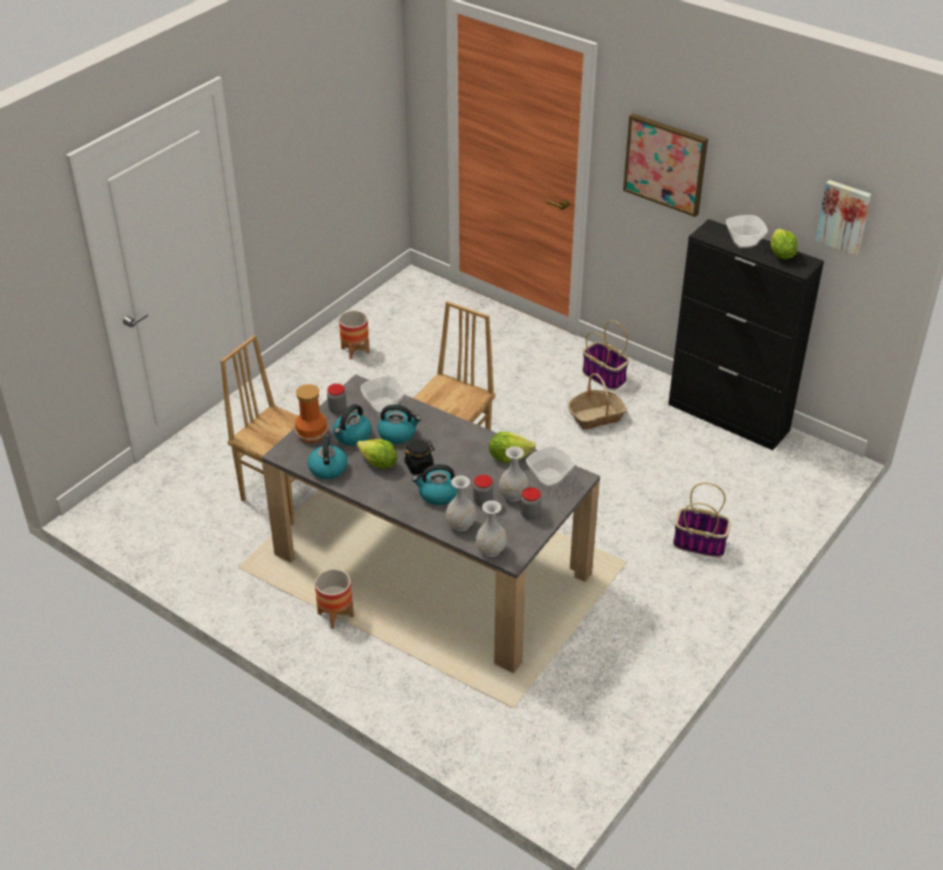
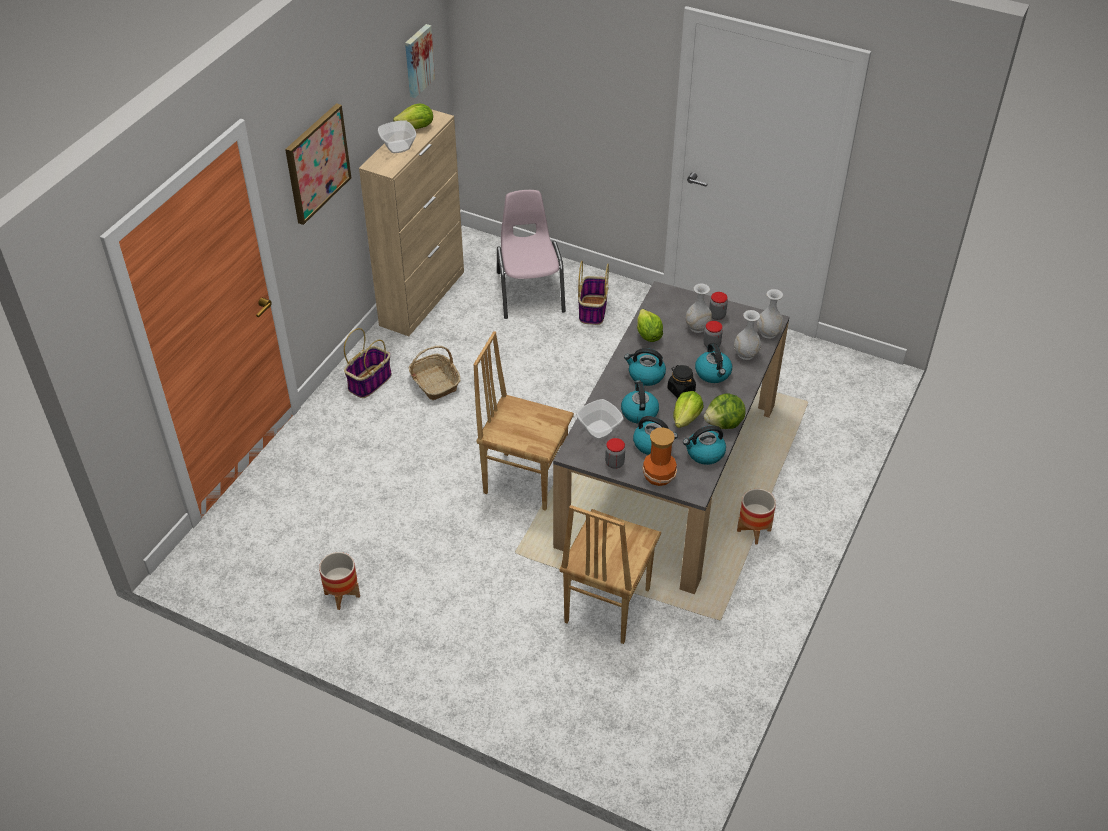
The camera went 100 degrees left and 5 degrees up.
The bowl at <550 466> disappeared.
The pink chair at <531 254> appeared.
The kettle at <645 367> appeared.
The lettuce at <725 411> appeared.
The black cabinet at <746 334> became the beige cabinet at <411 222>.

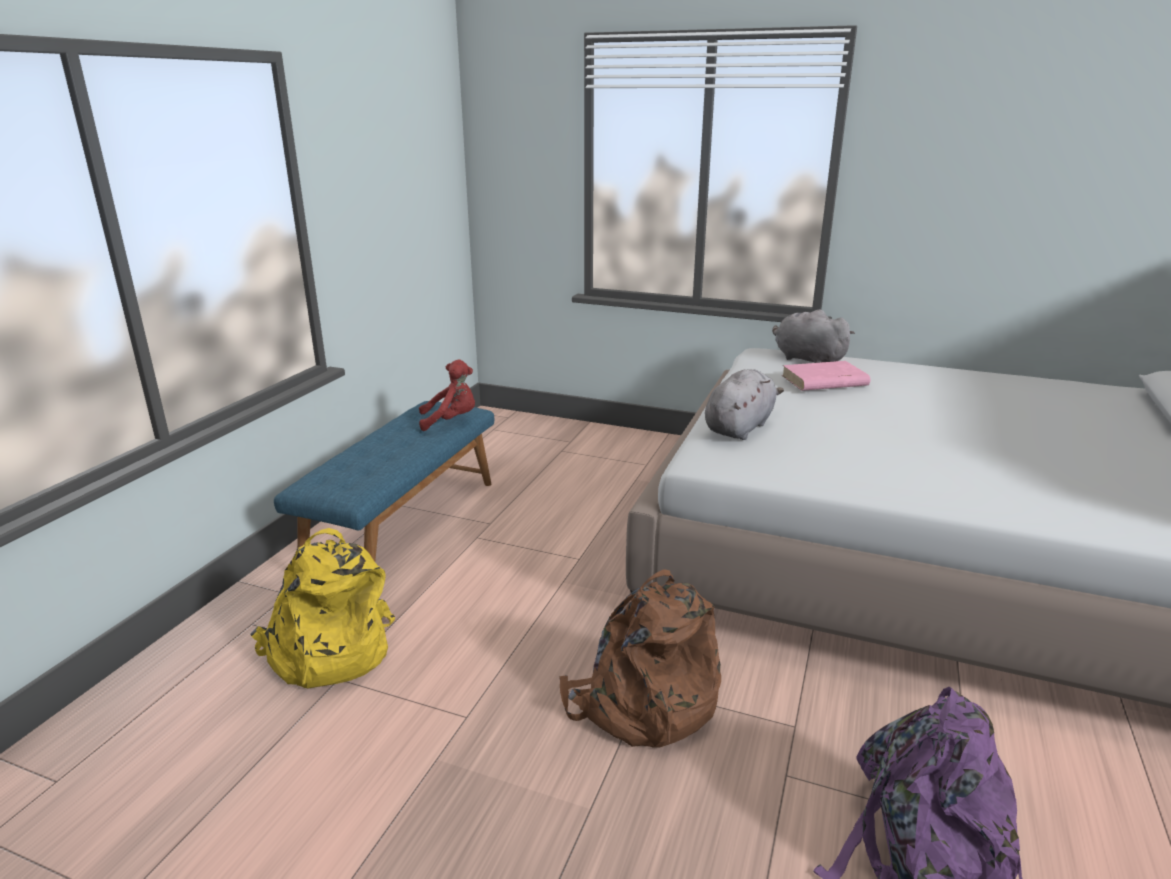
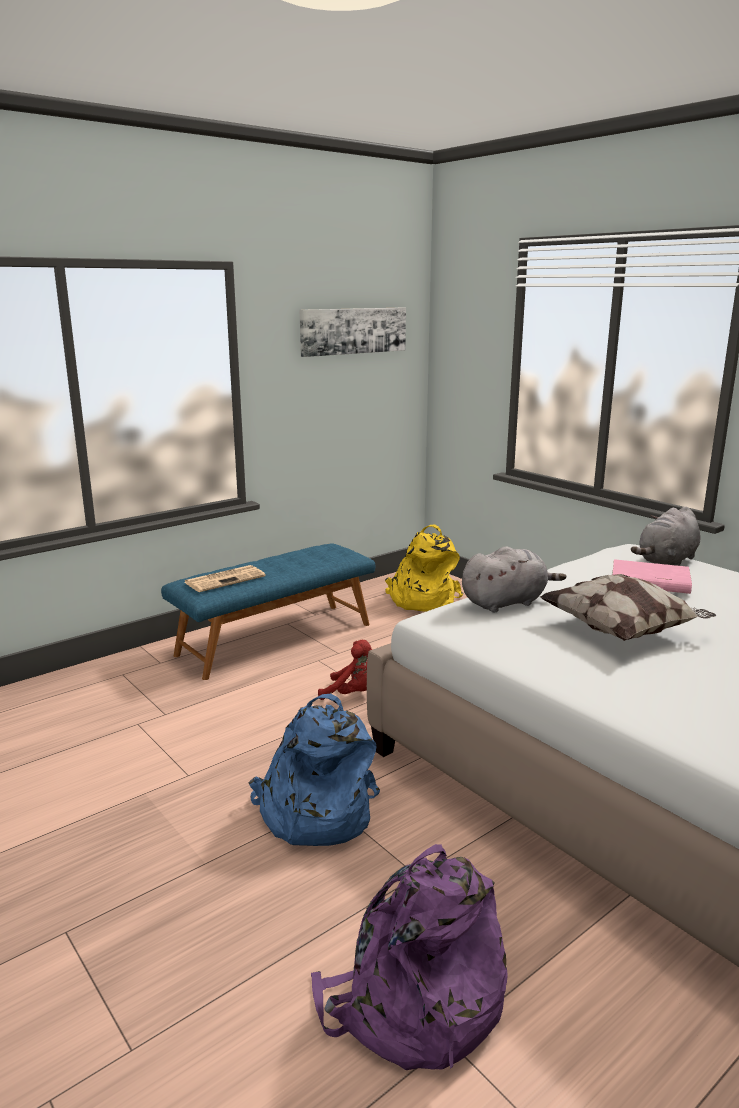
The camera went 30 degrees right and 5 degrees down.
The newspaper at <225 578> appeared.
The picture at <353 332> appeared.
The pillow at <628 607> appeared.
The yellow backpack moved from <322 608> to <424 568>.
The red plush toy moved from <447 395> to <345 670>.
The brown backpack at <640 658> became the blue backpack at <314 770>.
The grey plush toy at <813 336> turned 120 degrees counterclockwise.

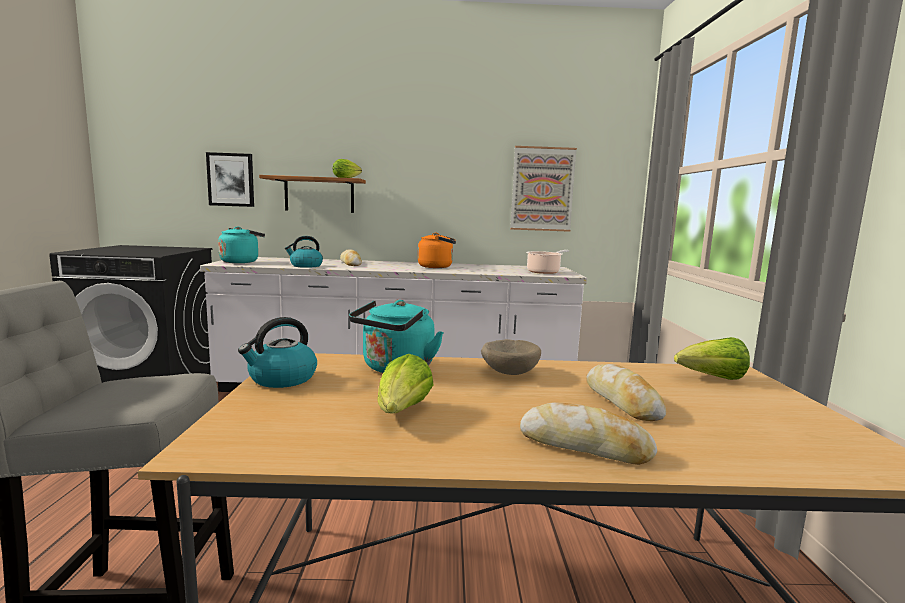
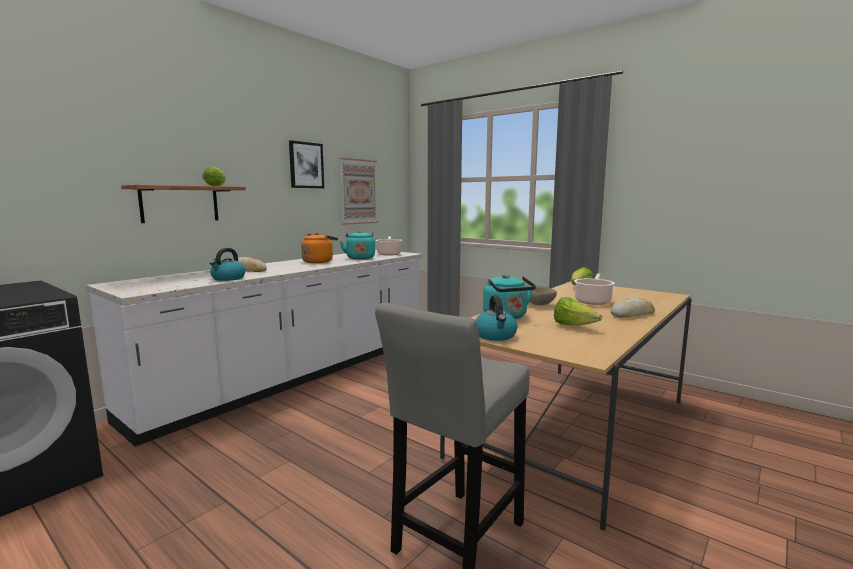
The camera went 50 degrees left and 0 degrees up.
The picture moved from <230 179> to <306 164>.
The turquoise kettle moved from <241 245> to <357 245>.
The bread at <626 392> was replaced by the cooking pot at <594 289>.

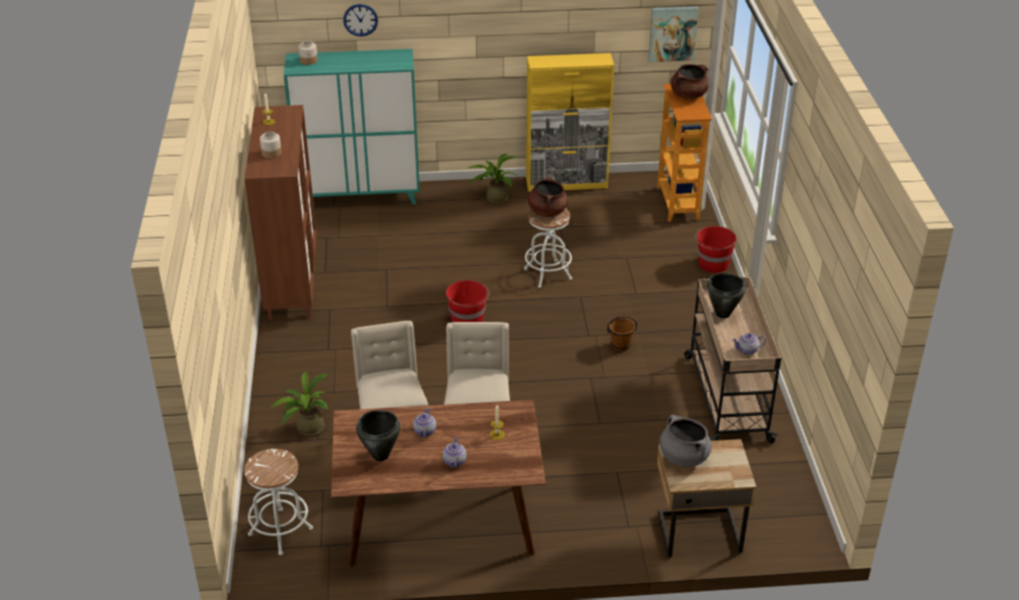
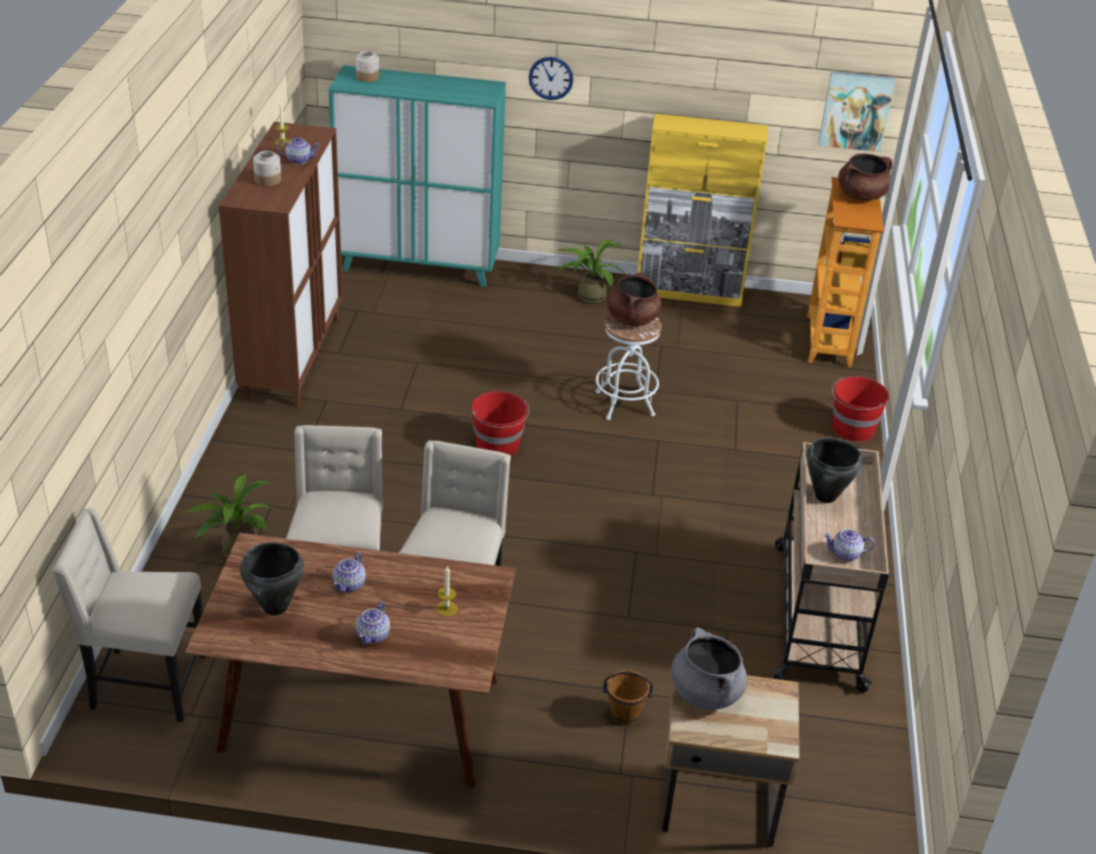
The camera went 10 degrees right and 0 degrees up.
The teapot at <298 150> appeared.
The wall clock moved from <360 20> to <551 78>.
The brown bucket moved from <622 333> to <628 697>.
The white stool at <278 502> was replaced by the beige chair at <129 615>.

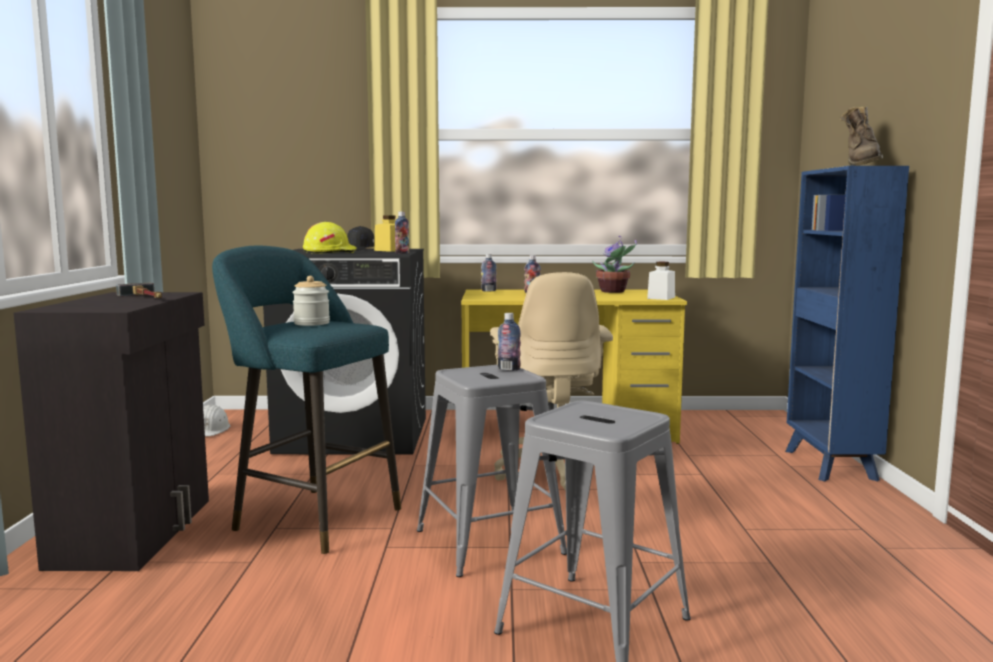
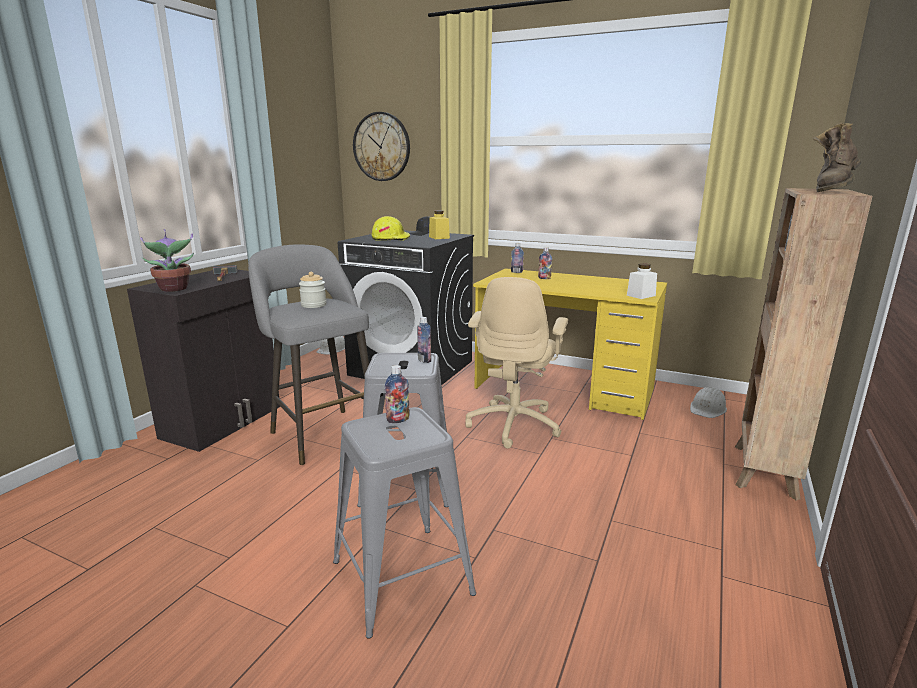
The camera went 25 degrees right and 10 degrees up.
The wall clock at <381 146> appeared.
The white hard hat at <708 402> appeared.
The bottle moved from <402 233> to <397 394>.
The potted plant moved from <614 264> to <167 260>.
The turquoise stool at <306 400> became the grey stool at <308 355>.
The blue bookcase at <847 323> became the brown bookcase at <804 344>.

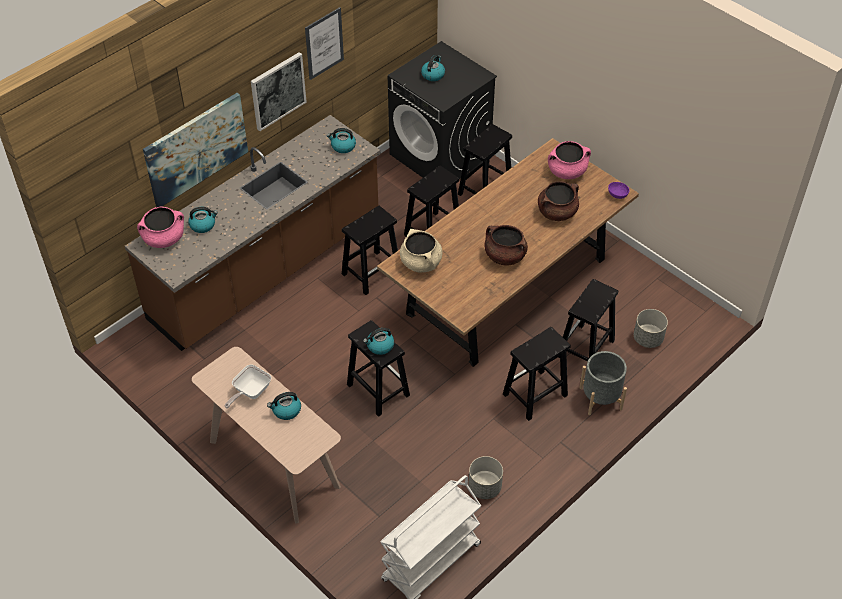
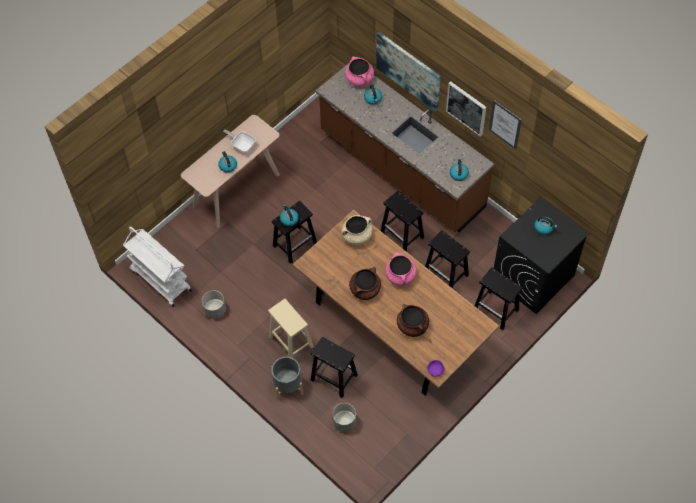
The camera went 90 degrees right and 10 degrees up.
The pink cooking pot moved from <569 160> to <401 269>.
The black stool at <537 374> became the beige stool at <291 328>.

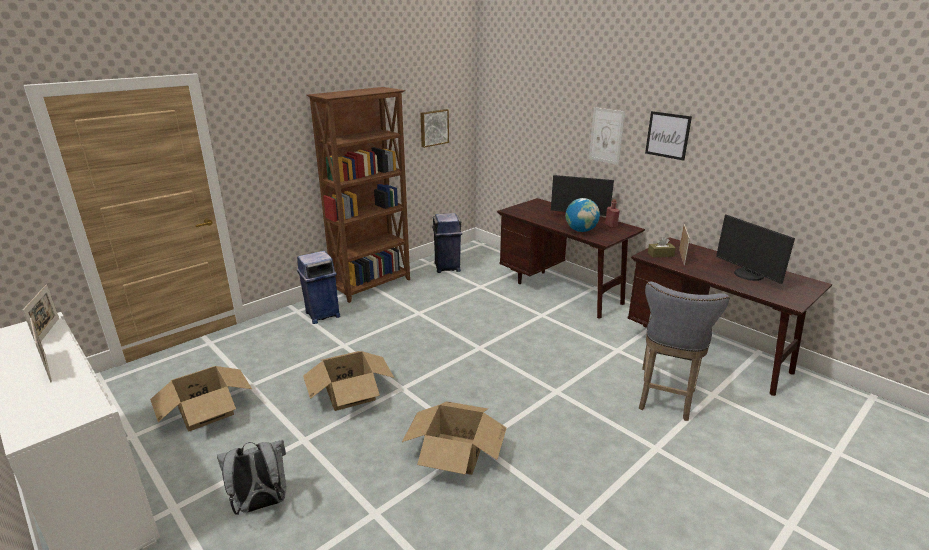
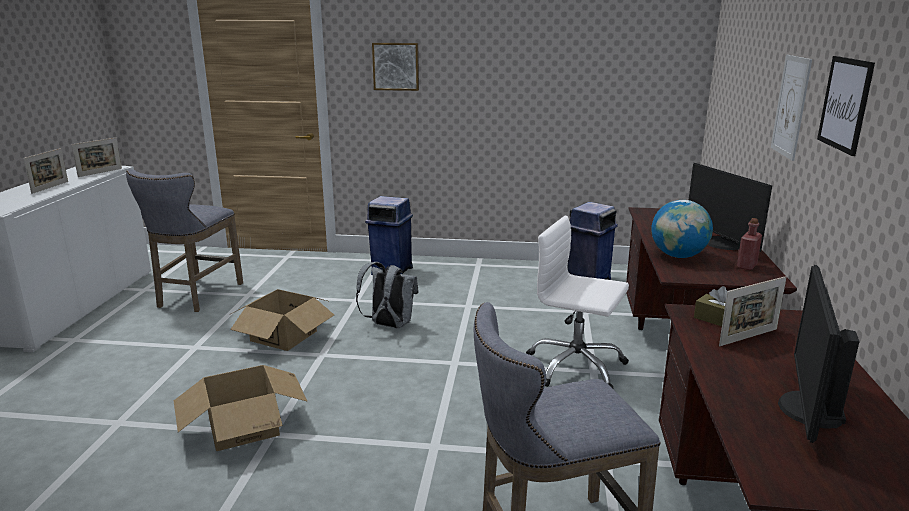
The camera went 50 degrees right and 5 degrees down.
The brown bookcase at <358 195> disappeared.
The white office chair at <577 302> appeared.
The grey backpack moved from <251 477> to <387 295>.
The picture moved from <434 128> to <395 67>.
The cardboard box at <201 398> was replaced by the grey stool at <184 240>.

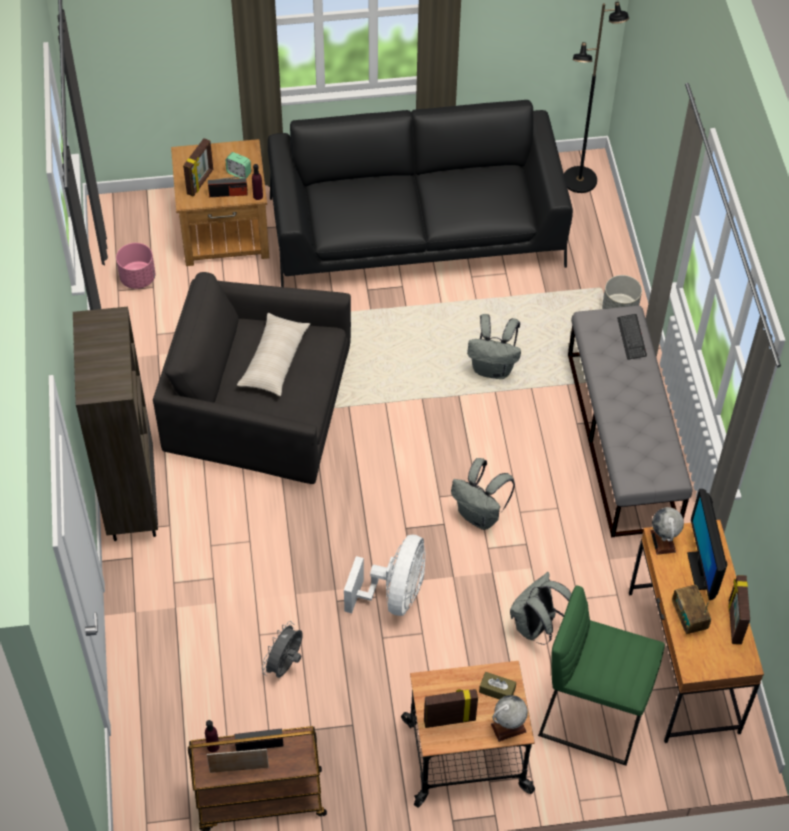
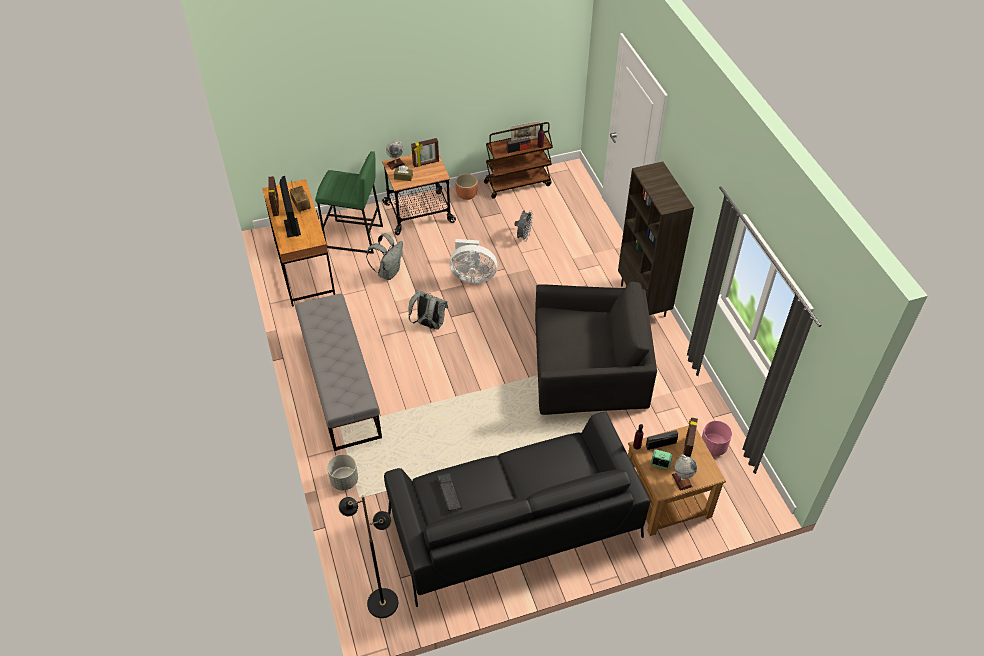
The camera went 170 degrees right and 5 degrees down.
The beige pillow at <273 354> disappeared.
The grey backpack at <494 346> disappeared.
The brown planter at <466 187> appeared.
The keyboard moved from <632 337> to <450 492>.
The globe moved from <667 531> to <684 472>.
The white fan at <384 575> turned 90 degrees counterclockwise.

